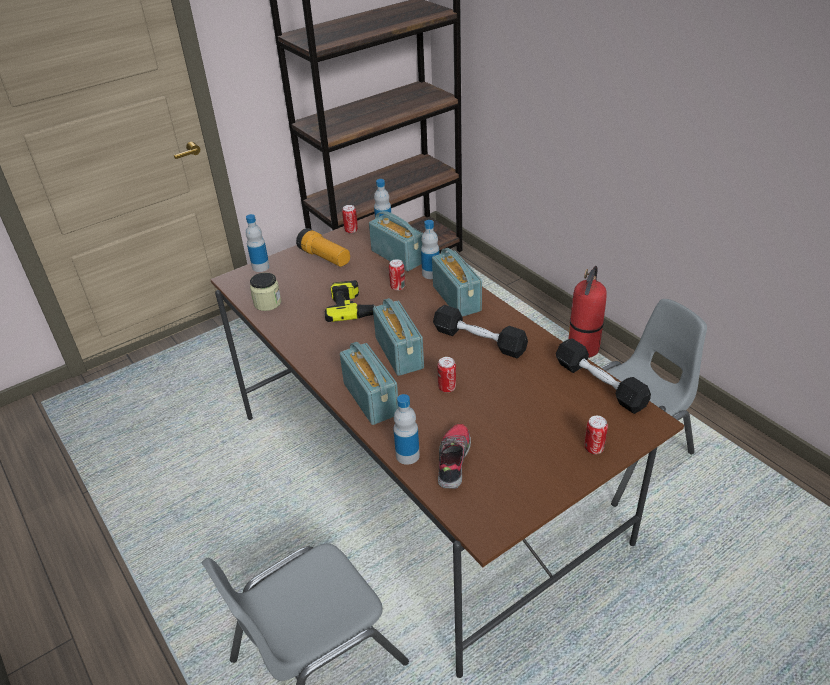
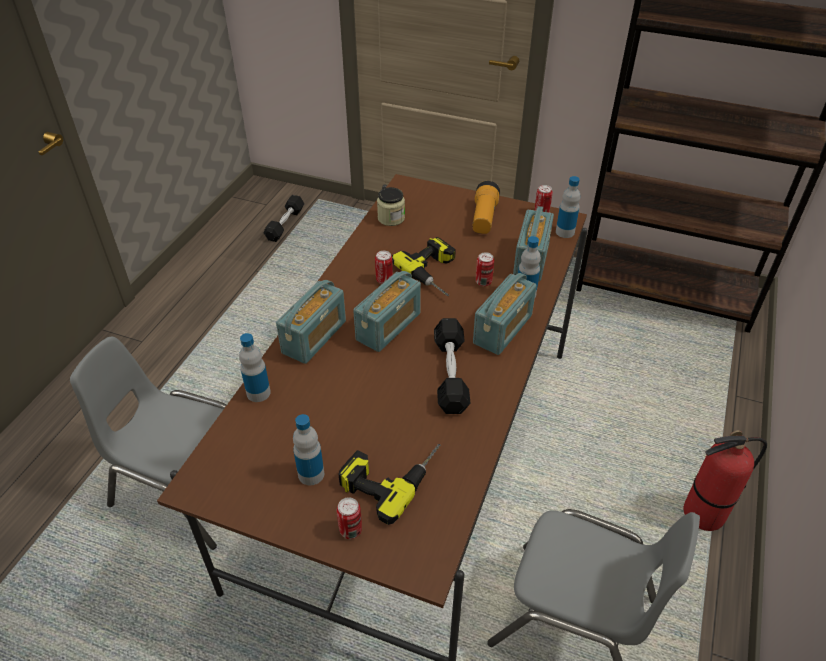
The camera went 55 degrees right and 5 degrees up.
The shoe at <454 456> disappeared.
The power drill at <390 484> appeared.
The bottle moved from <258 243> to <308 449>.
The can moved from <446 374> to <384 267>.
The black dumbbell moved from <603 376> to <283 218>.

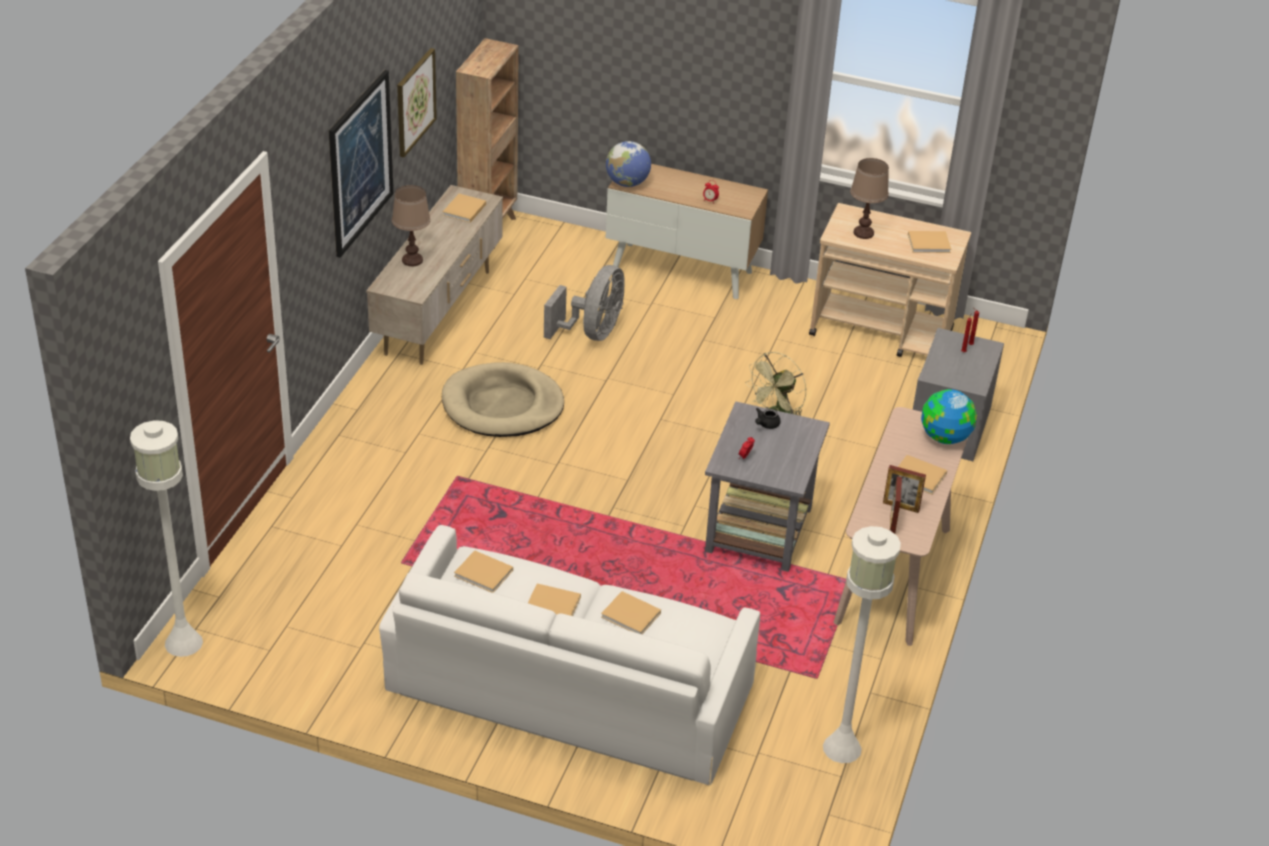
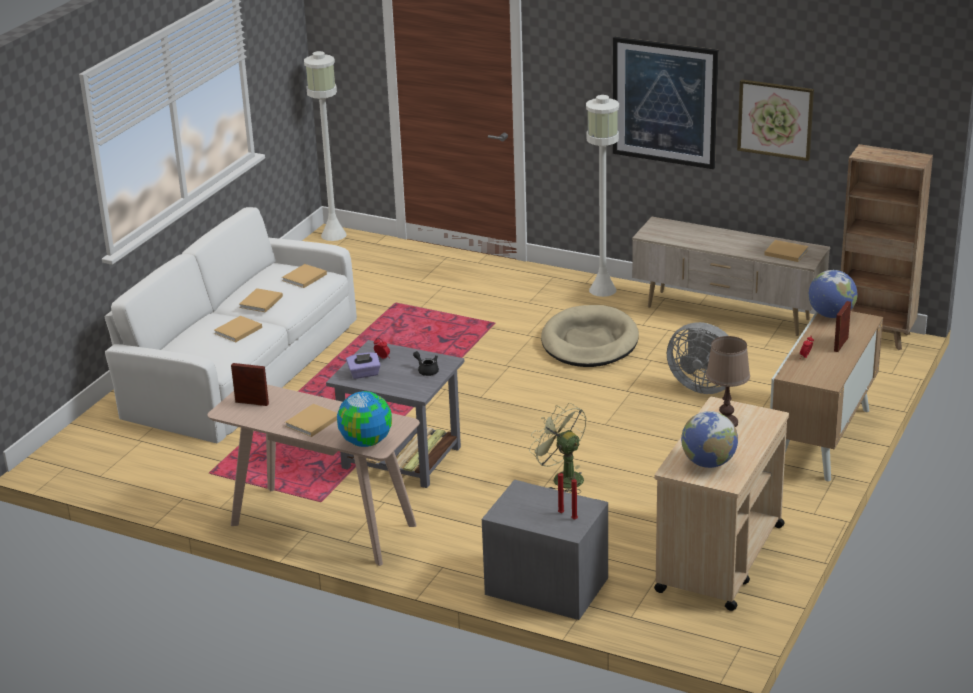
The camera went 100 degrees right and 10 degrees down.
The brown table lamp at <411 225> disappeared.
The purple tissue box at <363 365> appeared.
The white floor lamp moved from <862 644> to <602 196>.
The picture frame moved from <904 489> to <842 326>.
The beige book at <929 242> was replaced by the globe at <709 439>.

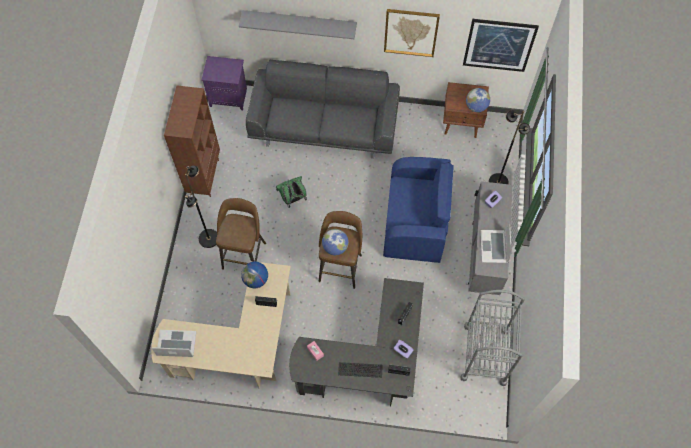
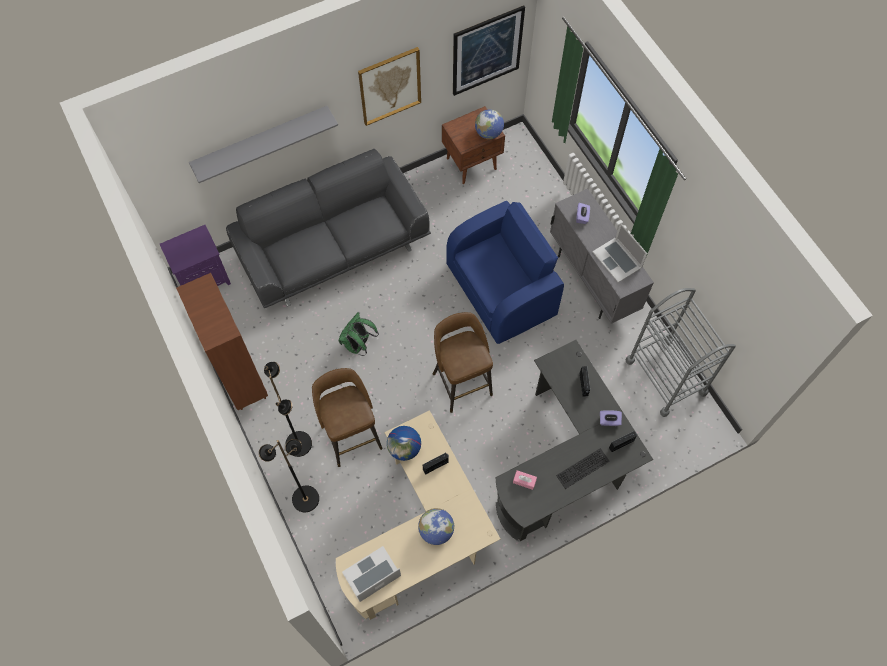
The camera went 35 degrees left and 0 degrees up.
The globe moved from <335 242> to <436 526>.
The black floor lamp moved from <509 147> to <289 475>.

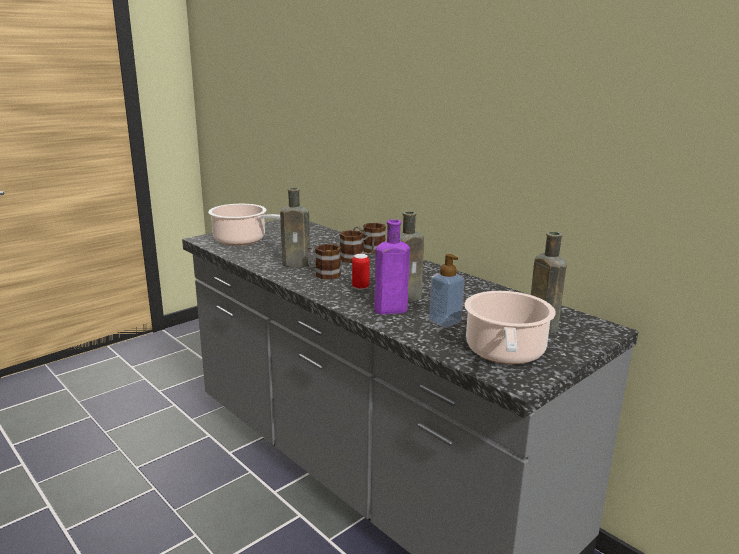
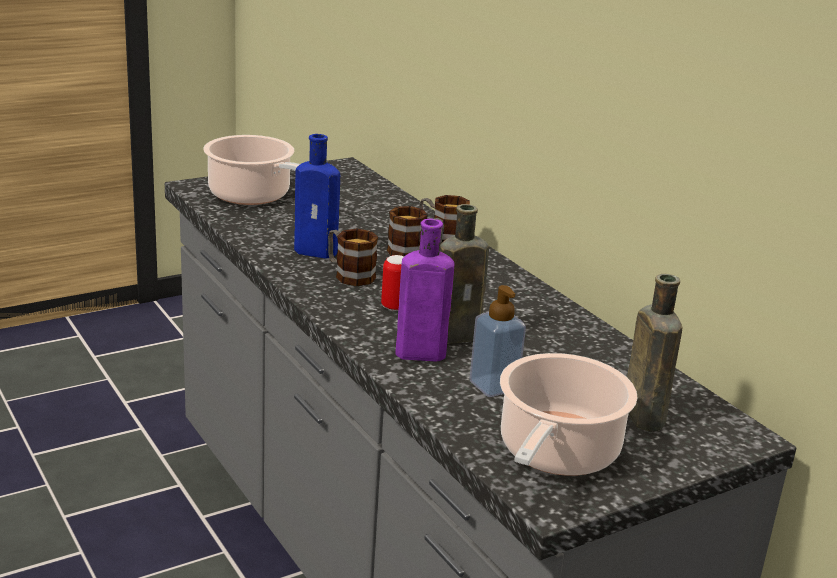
The camera went 10 degrees right and 5 degrees up.
The brown bottle at <295 227> became the blue bottle at <317 196>.

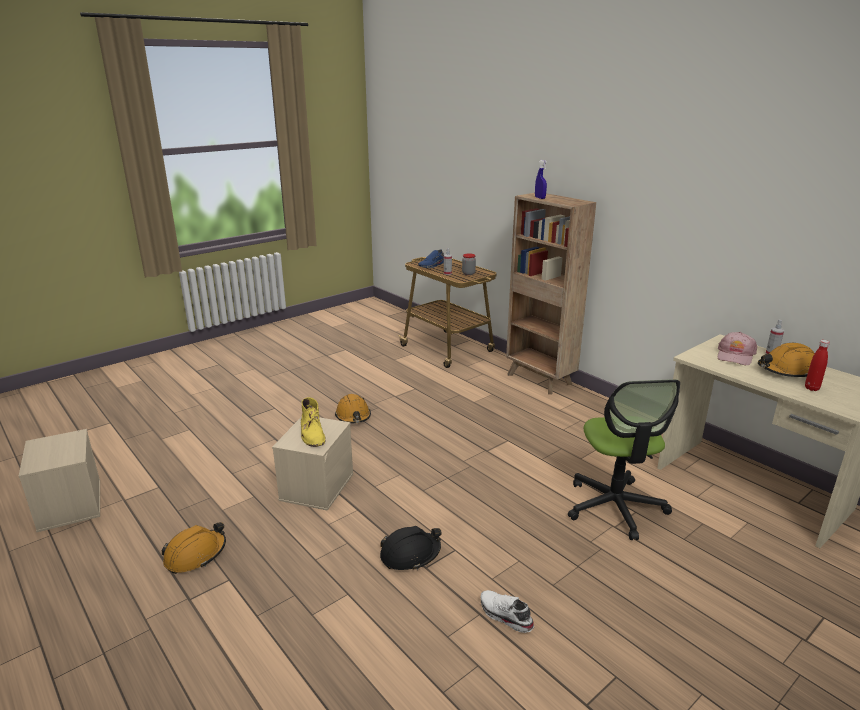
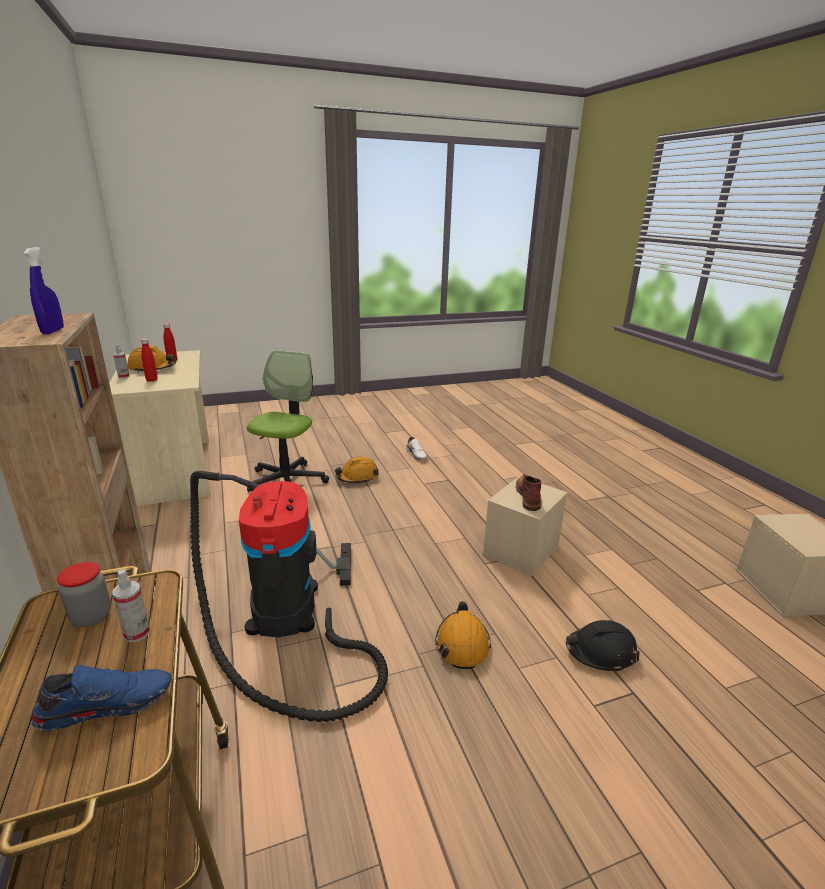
The camera went 160 degrees left and 0 degrees up.
The vacuum cleaner at <289 596> appeared.
The orange hard hat moved from <194 548> to <357 470>.
The black hard hat moved from <411 548> to <603 646>.
The pink cap at <737 348> was replaced by the red bottle at <149 360>.
The yellow boot at <313 422> became the brown boot at <529 492>.

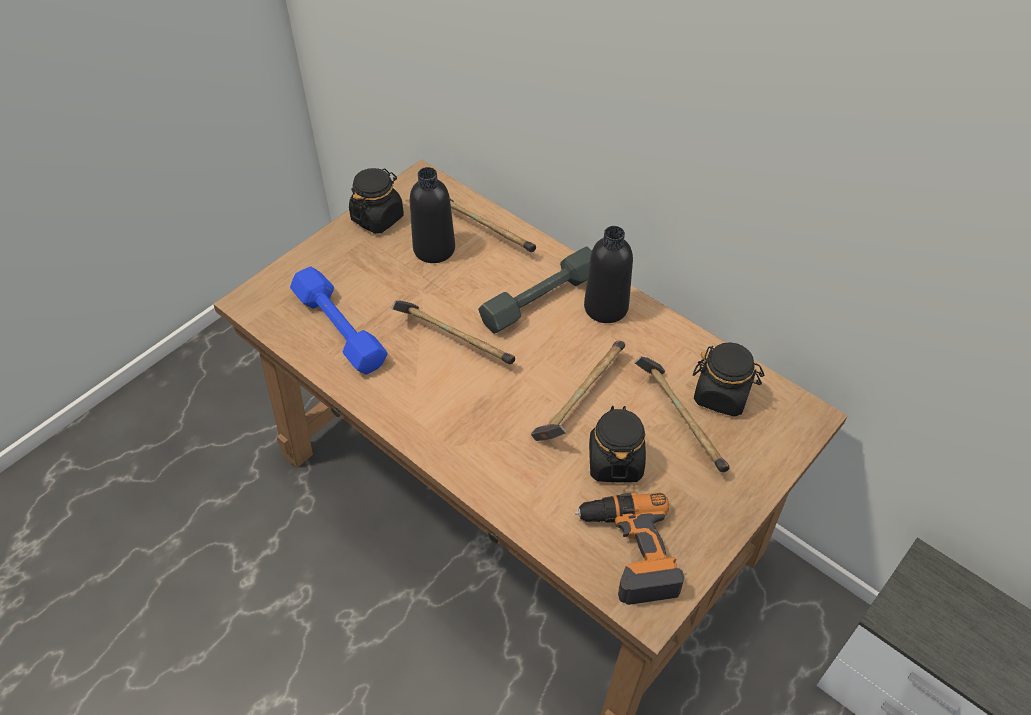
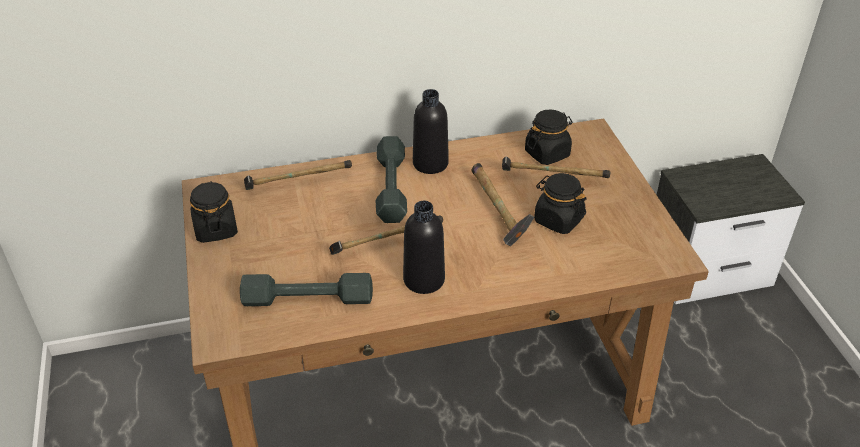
The camera went 55 degrees left and 10 degrees down.
The power drill at <629 549> disappeared.
The black bottle moved from <432 215> to <424 247>.
The blue dumbbell at <339 320> became the grey dumbbell at <306 289>.

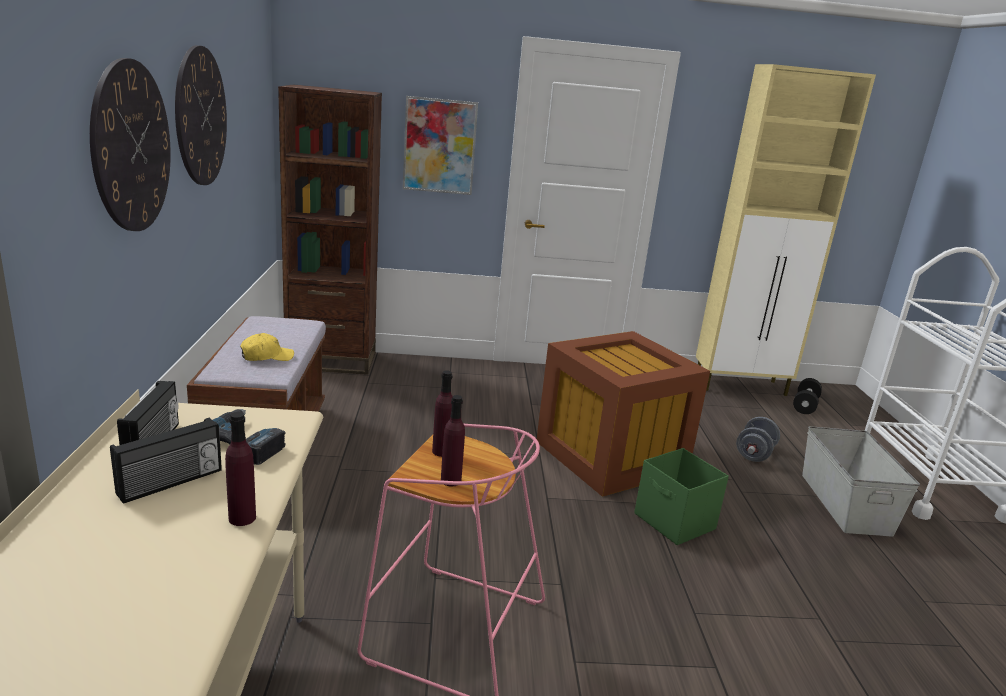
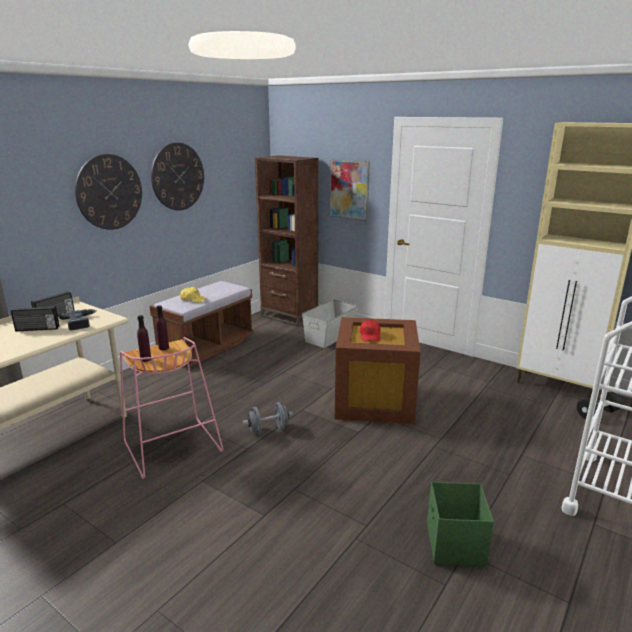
The camera went 40 degrees right and 0 degrees up.
The purple bottle at <240 469> disappeared.
The red cap at <369 330> appeared.
The green storage box moved from <681 496> to <460 524>.
The grey dumbbell moved from <758 439> to <268 418>.
The grey storage box moved from <861 481> to <330 323>.

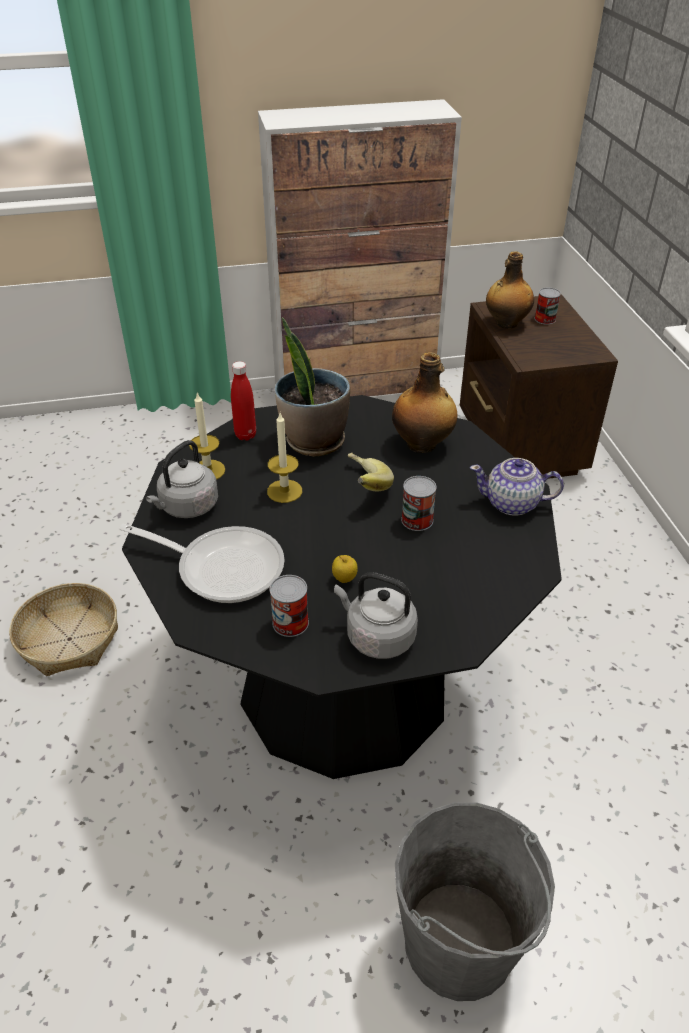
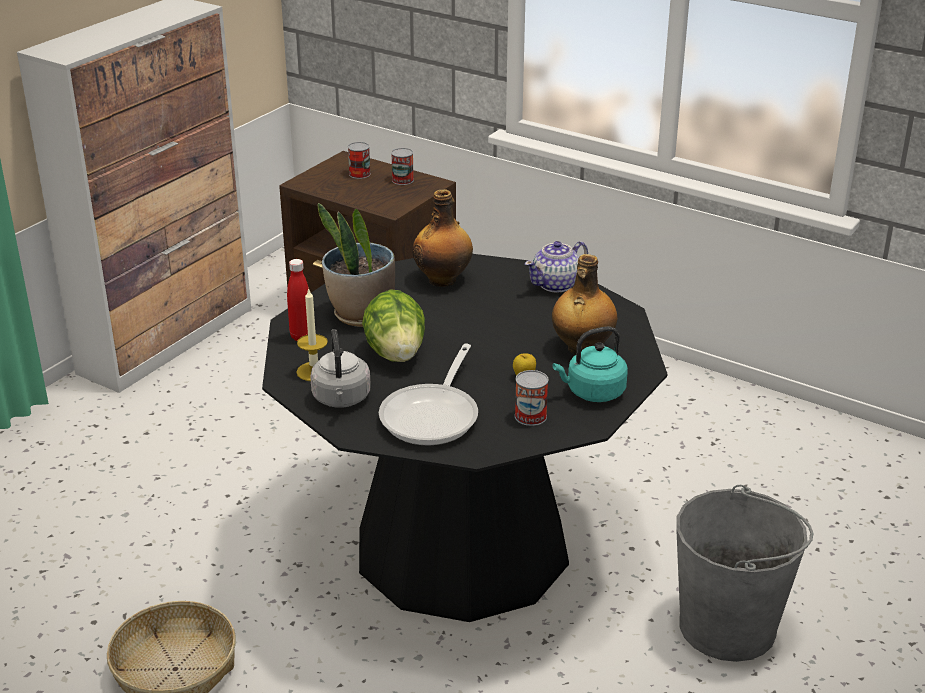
The camera went 45 degrees left and 10 degrees down.
The banana at <371 471> disappeared.
The can moved from <419 503> to <402 166>.
The bottle moved from <510 290> to <584 304>.
The candle at <284 458> was replaced by the lettuce at <393 325>.
The grey kettle at <376 615> became the turquoise kettle at <590 364>.
The frying pan at <202 563> turned 135 degrees clockwise.

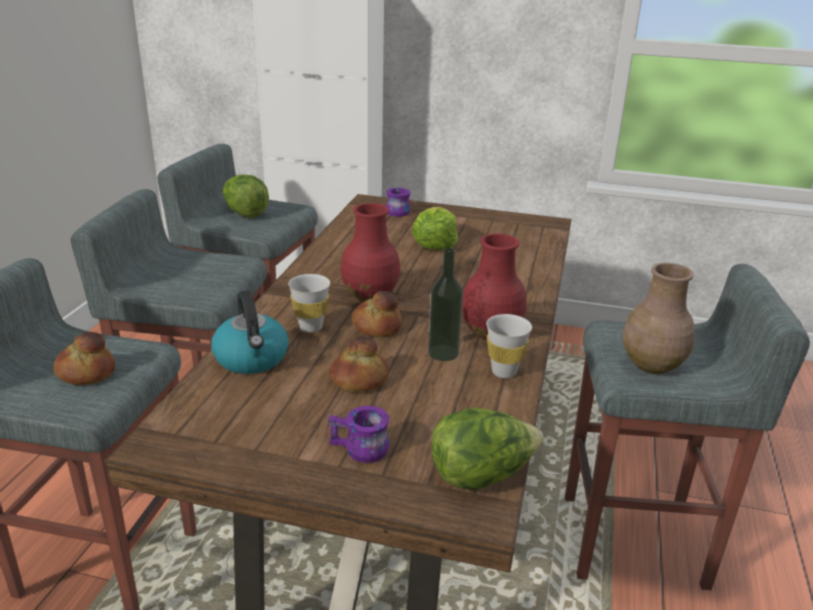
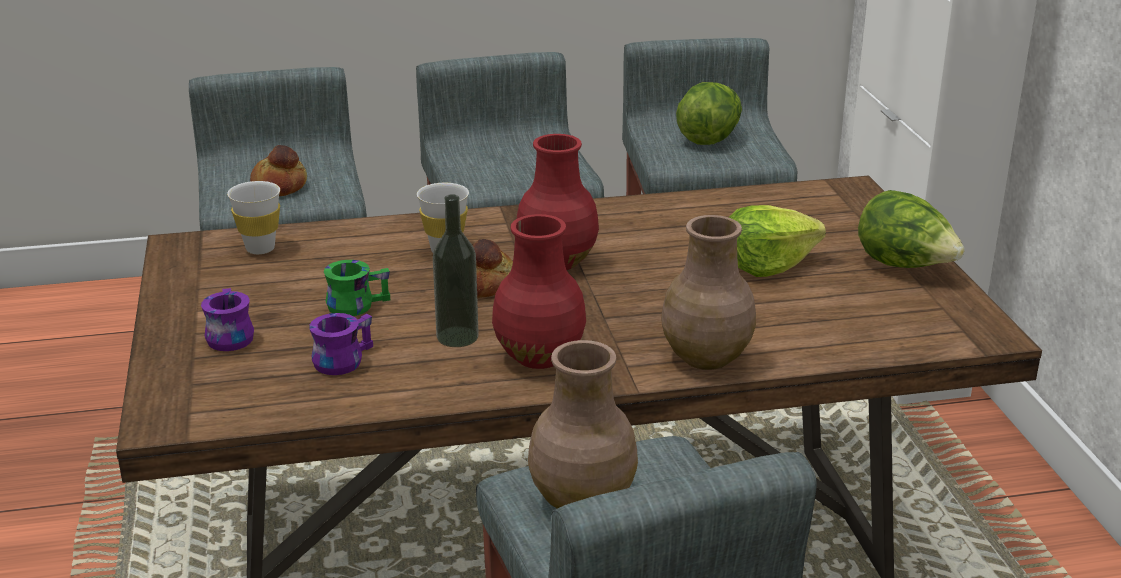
The camera went 65 degrees right and 0 degrees up.
The kettle at <250 332> disappeared.
The brown vase at <708 292> appeared.
The purple mug moved from <398 202> to <341 344>.
The lettuce moved from <487 449> to <911 229>.
The white cup moved from <509 346> to <253 217>.
The bread at <359 364> was replaced by the green mug at <357 288>.

